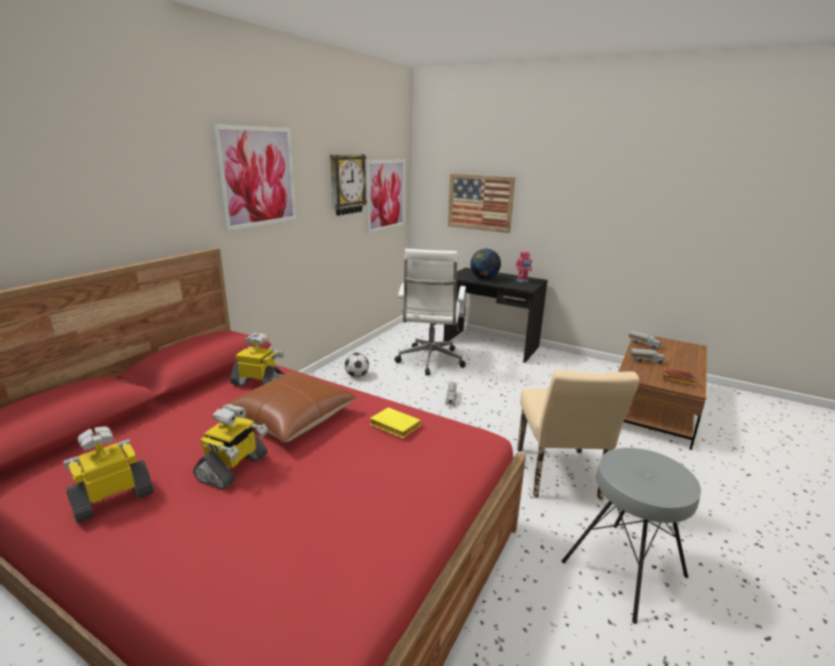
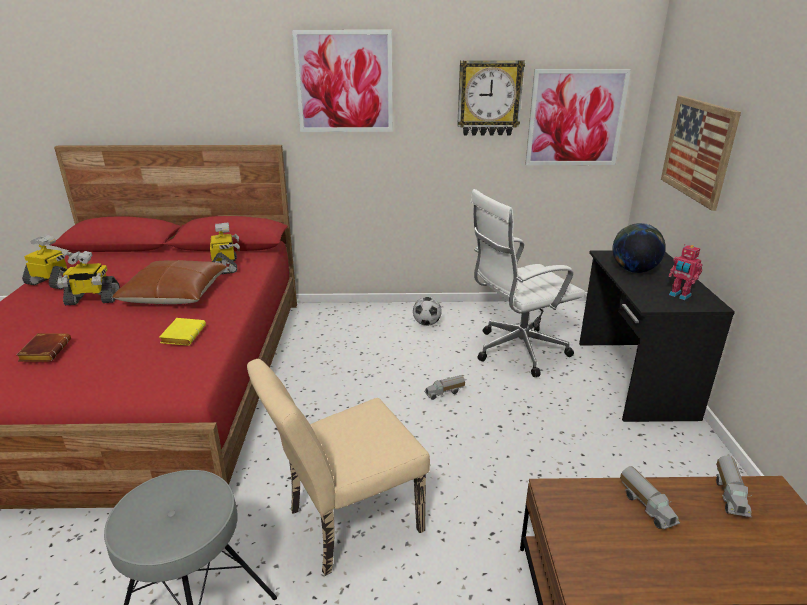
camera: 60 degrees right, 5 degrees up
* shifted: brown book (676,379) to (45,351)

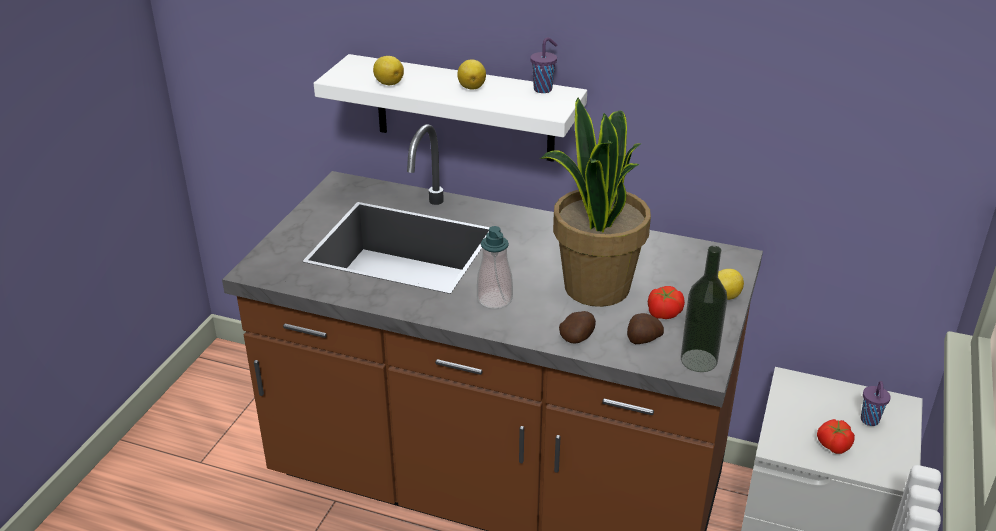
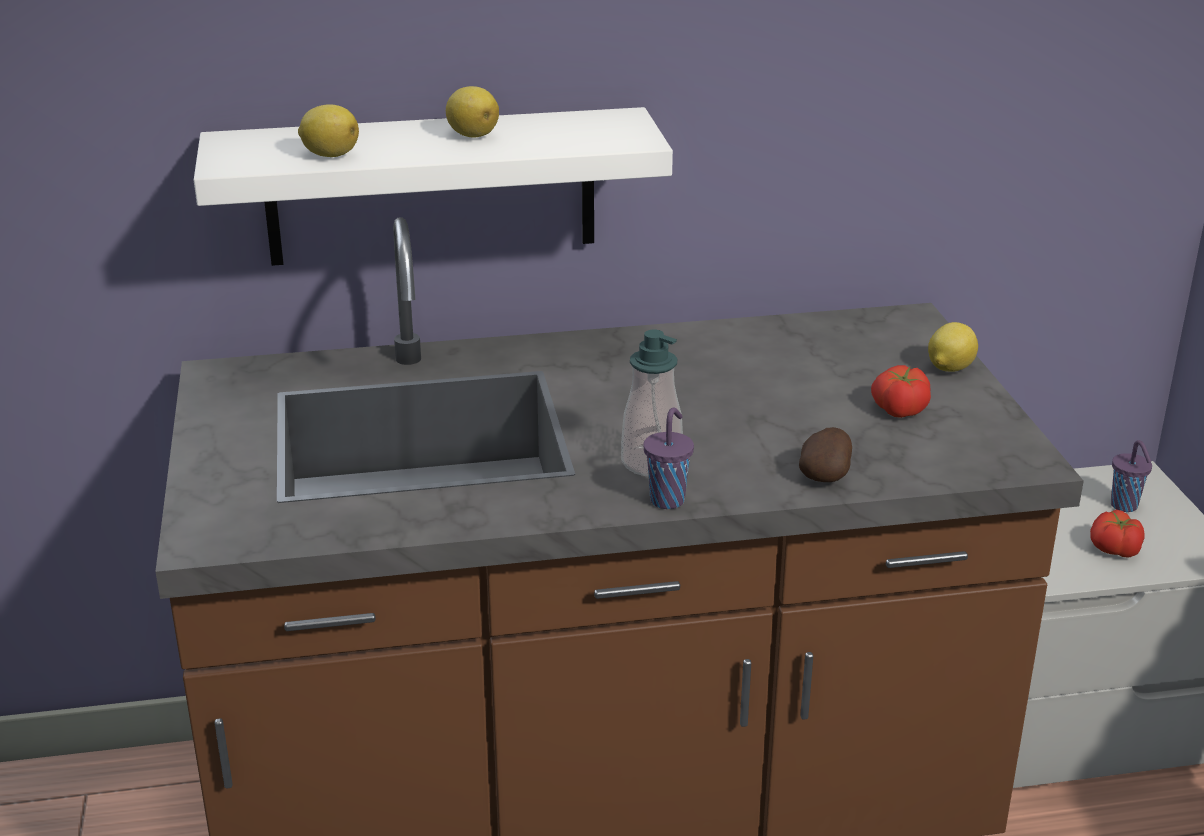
camera: 30 degrees left, 5 degrees down
* shifted: purple-coloured small cup (544,89) to (668,499)
* gone: plant in a pot (595,287)
* gone: whole potato (643,340)
* gone: drink bottle (698,360)

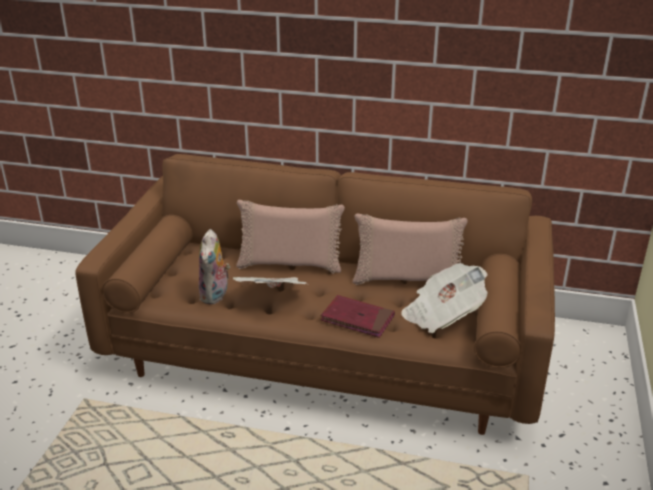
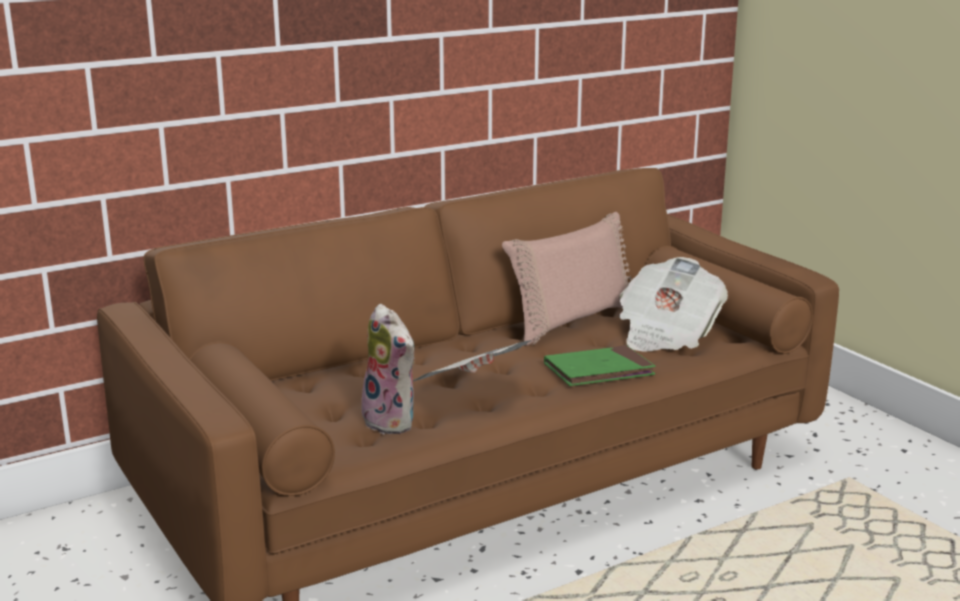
camera: 45 degrees left, 10 degrees down
* repainted: red book (357,319) to green book (598,371)
* gone: beige-coloured throw pillow (290,265)

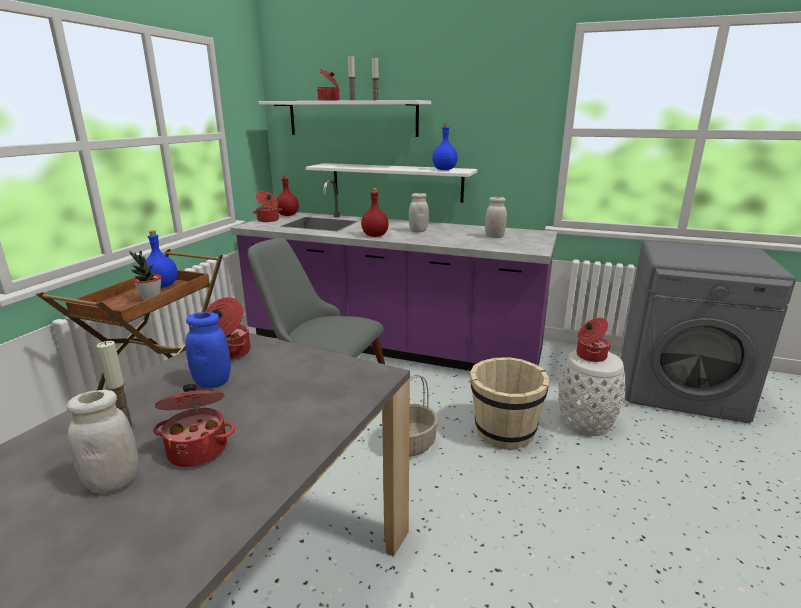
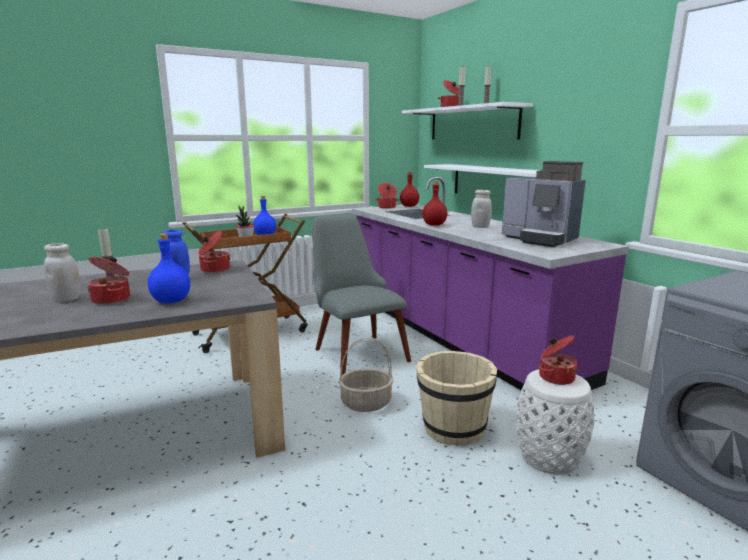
camera: 40 degrees right, 5 degrees down
* shifted: blue-coloured drink bottle (444,170) to (172,301)
* swapped: whitish preserve jar (494,237) to coffee machine (540,239)

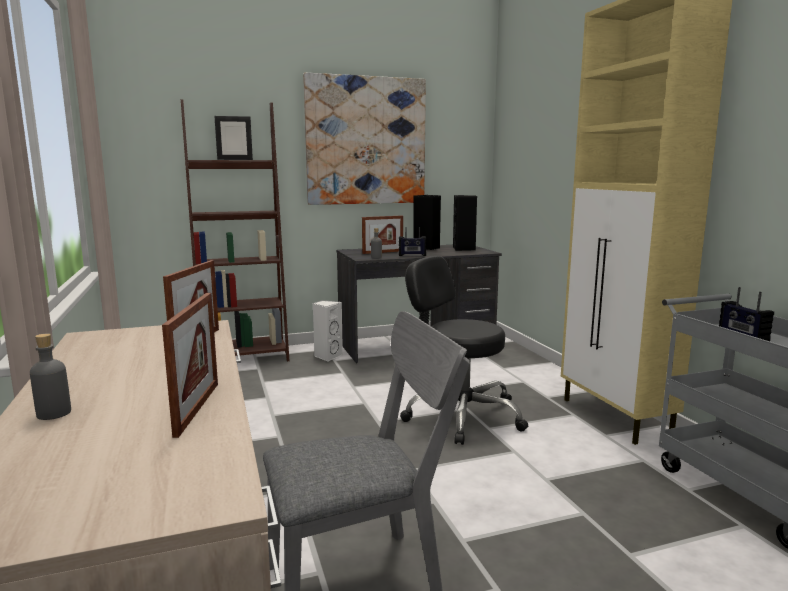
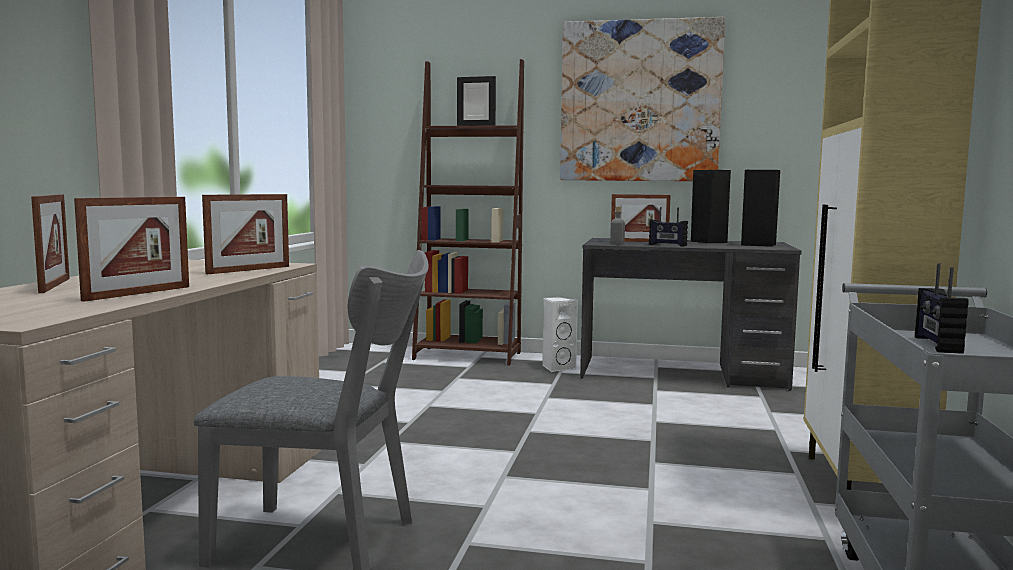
camera: 30 degrees right, 5 degrees down
* swapped: grey drink bottle (54,413) to standing frame (55,285)
* gone: blackish computer chair (458,414)

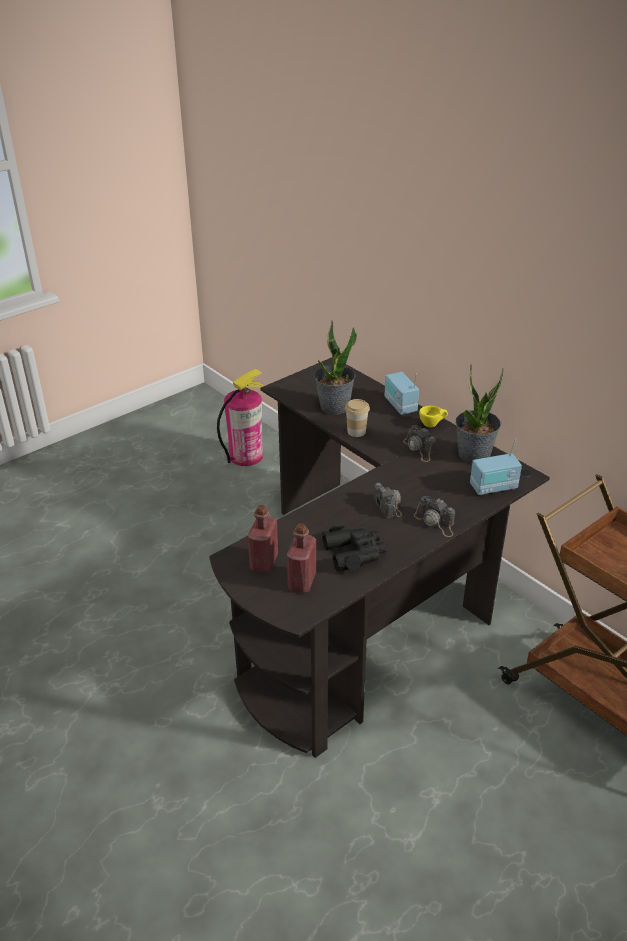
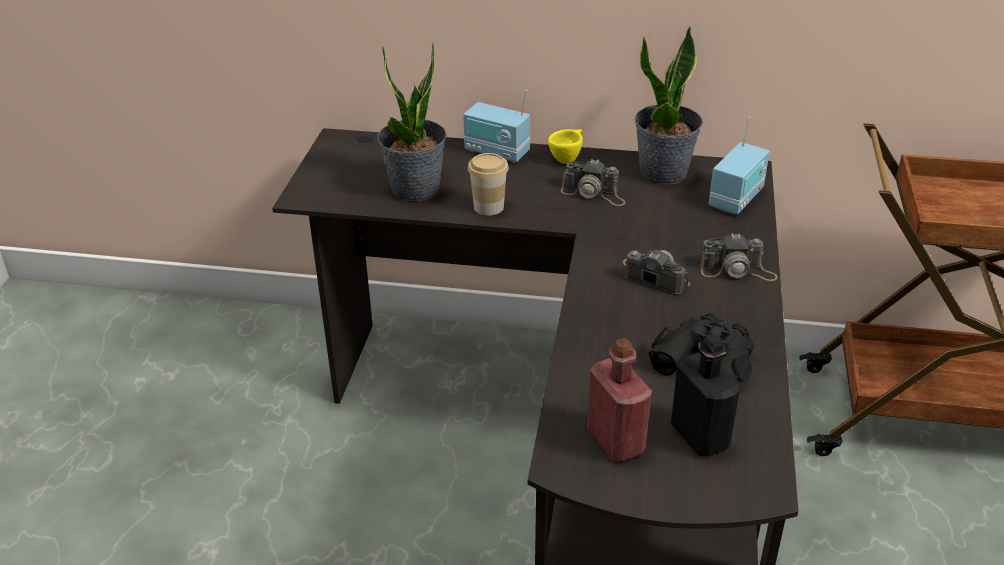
camera: 40 degrees left, 0 degrees up
* repainted: red drink bottle (302,581) to blackish drink bottle (699,436)
* gone: extinguisher (246,456)

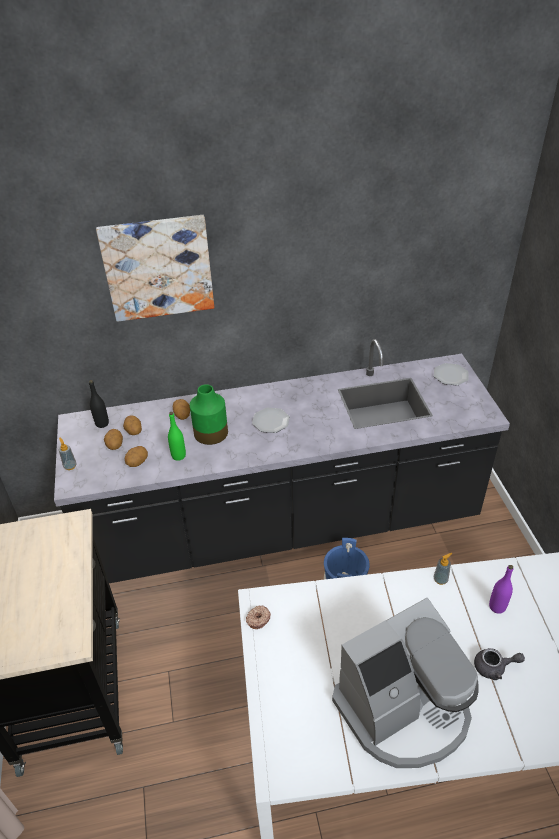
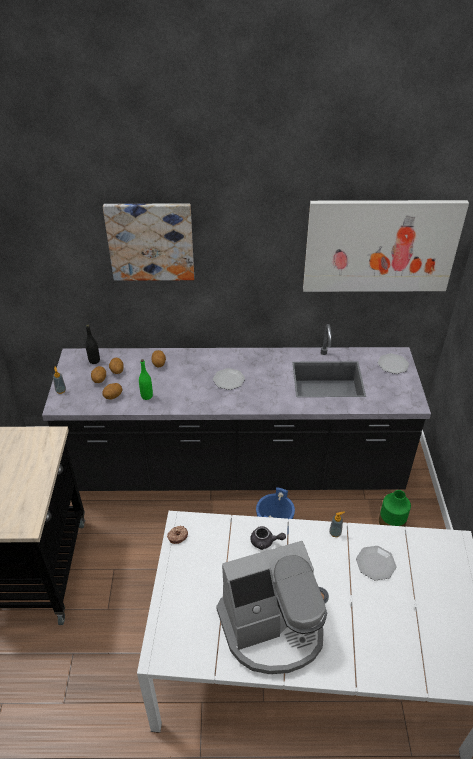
camera: 10 degrees right, 0 degrees up
* shifted: grey pot for tea (494,667) to (265,542)
* new: wall art (380,246)
* swapped: purple-coloured drink bottle (497,606) to flat dish (375,563)
* shifted: green flower vase (211,432) to (392,521)

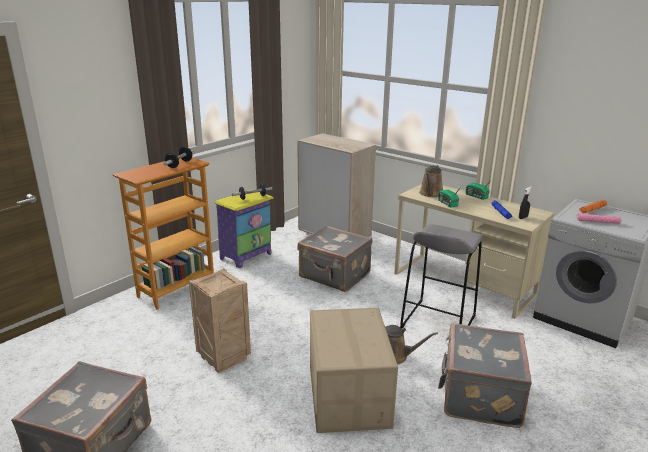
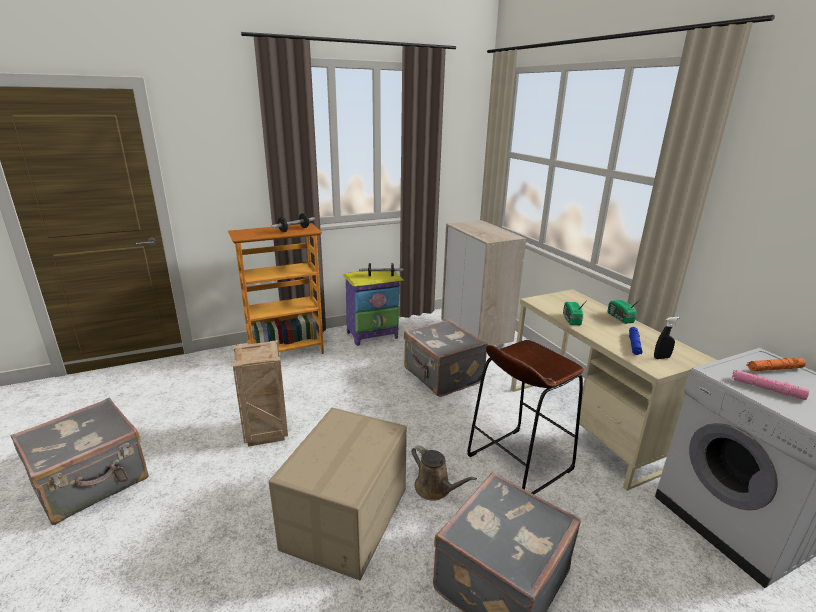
camera: 25 degrees right, 0 degrees up
* repainted: grey sitting stool (437,321) to brown sitting stool (519,462)
* gone: brown watering can (430,194)

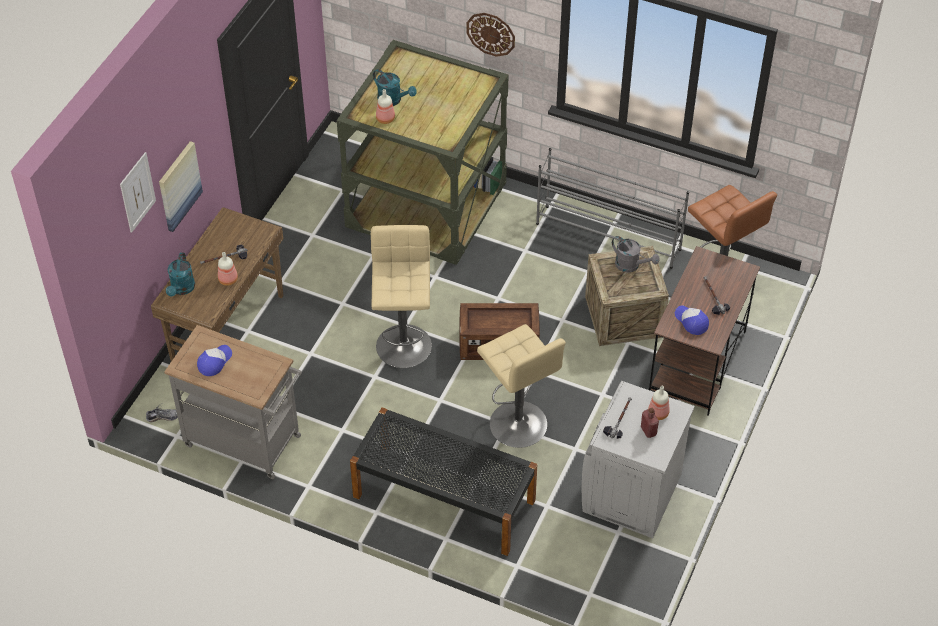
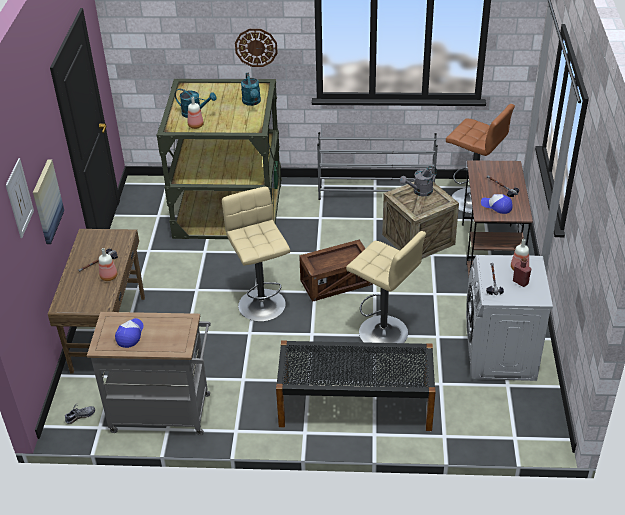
camera: 20 degrees left, 10 degrees down
* shifted: blue-green watering can (182,289) to (252,102)
* rotated: grey watering can (631,265) = (419,192) 135 degrees clockwise

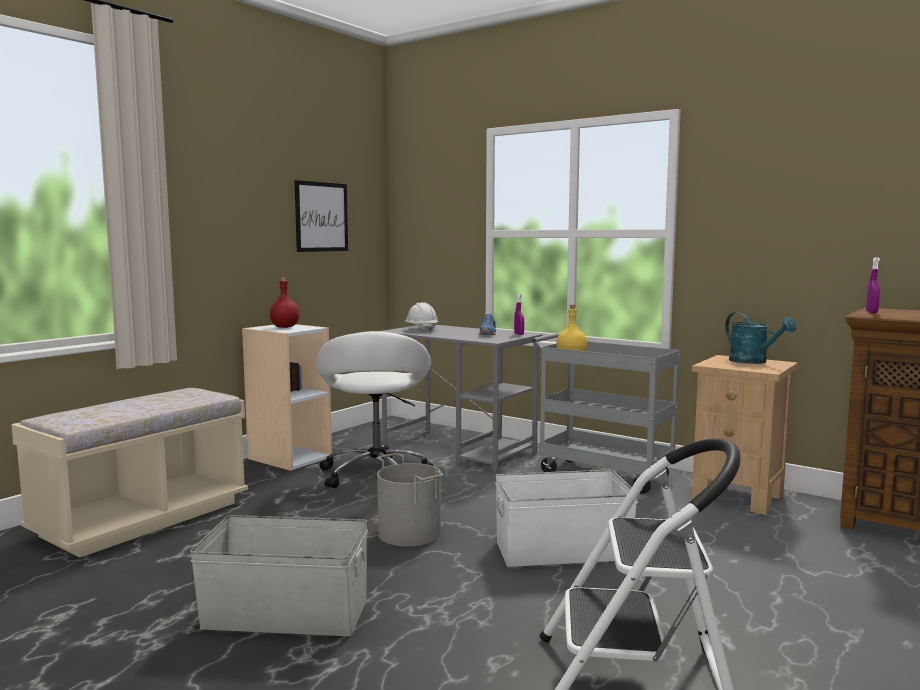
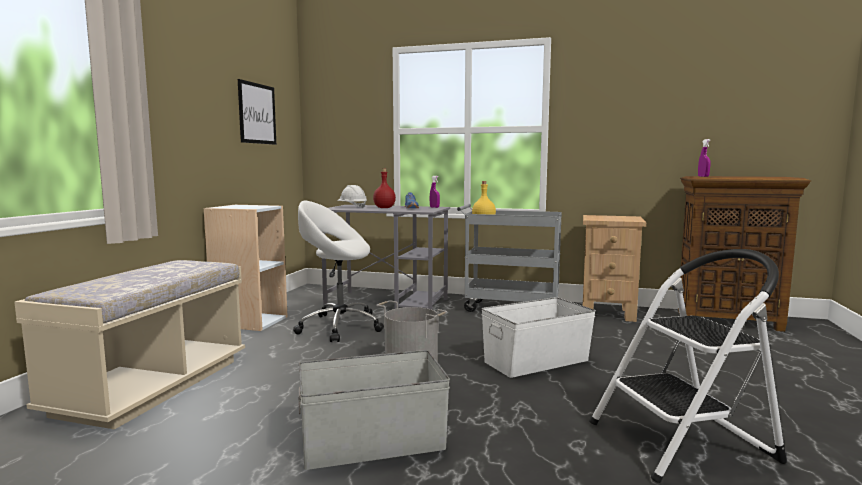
camera: 20 degrees left, 0 degrees up
* rotated: whitish computer chair (375,475) = (338,326) 120 degrees clockwise
* shifted: red drink bottle (285,327) to (385,208)
* gone: blue-green watering can (754,362)

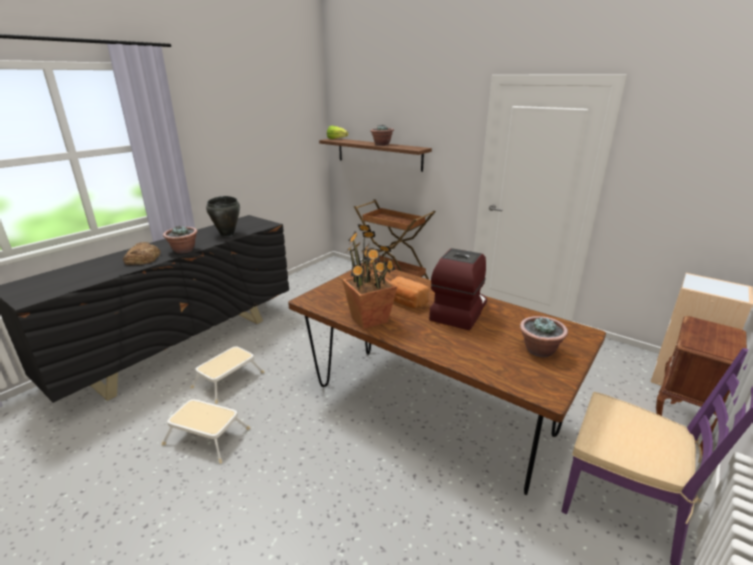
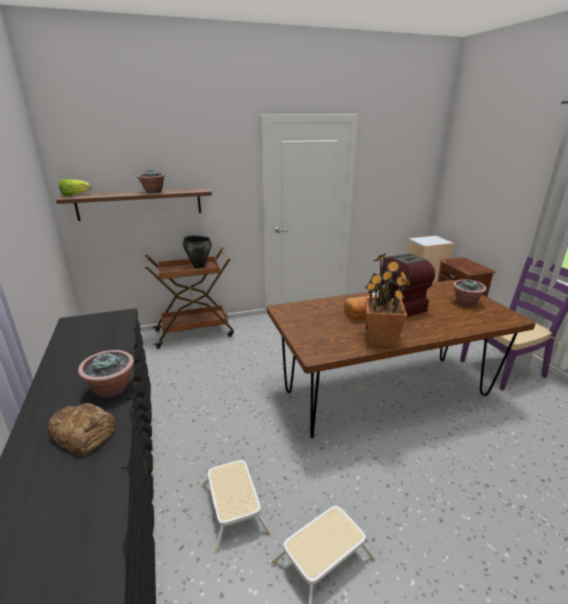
camera: 55 degrees left, 0 degrees up
* shifted: blackish cooking pot (227,234) to (199,266)

